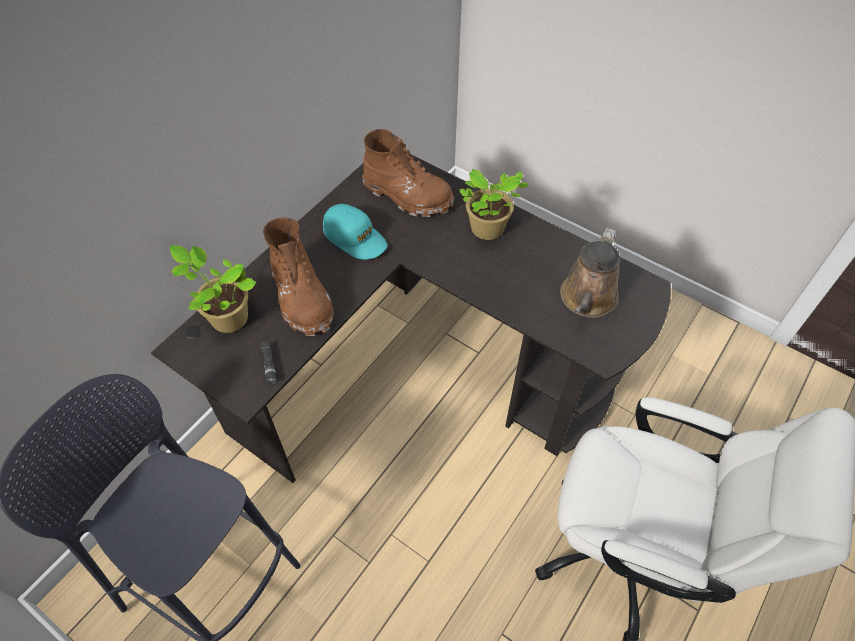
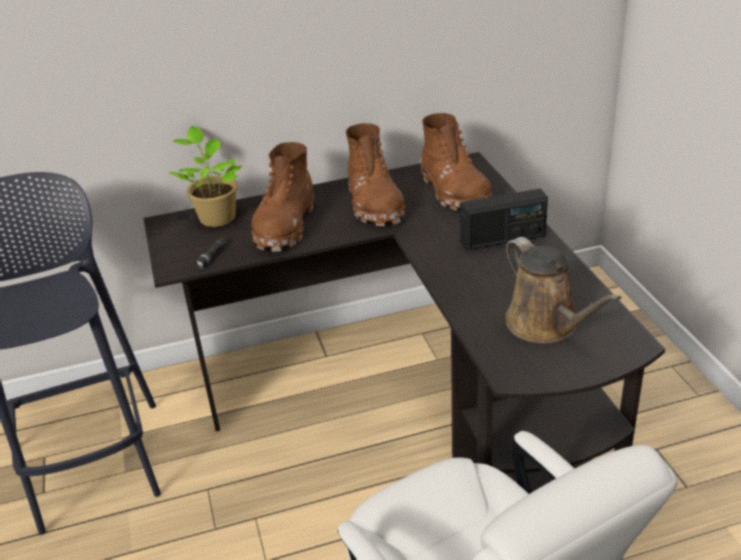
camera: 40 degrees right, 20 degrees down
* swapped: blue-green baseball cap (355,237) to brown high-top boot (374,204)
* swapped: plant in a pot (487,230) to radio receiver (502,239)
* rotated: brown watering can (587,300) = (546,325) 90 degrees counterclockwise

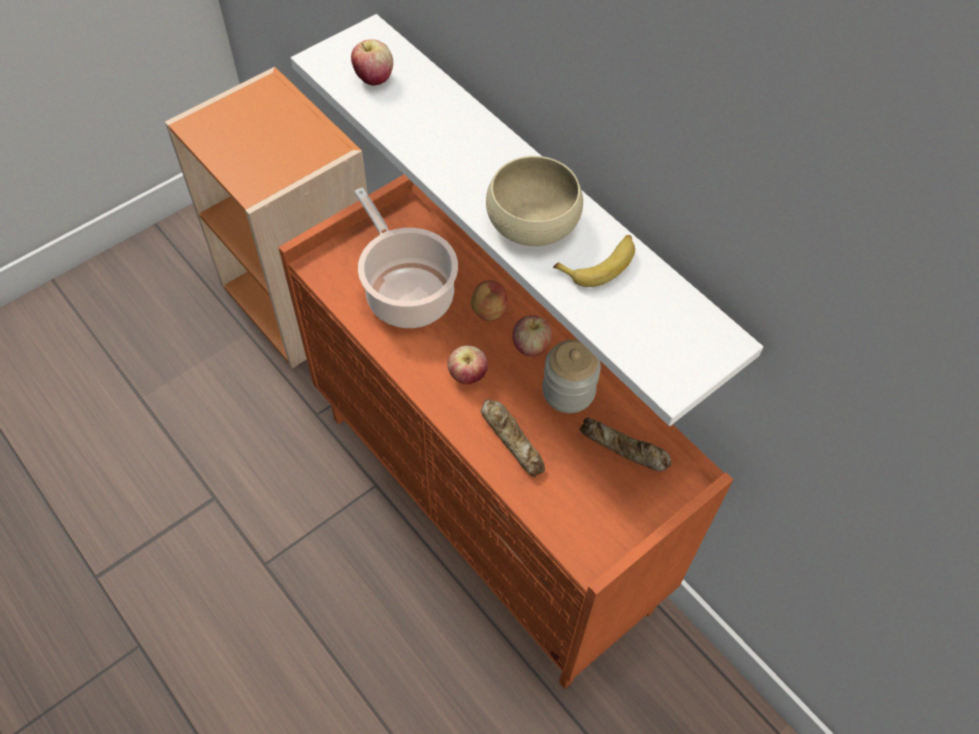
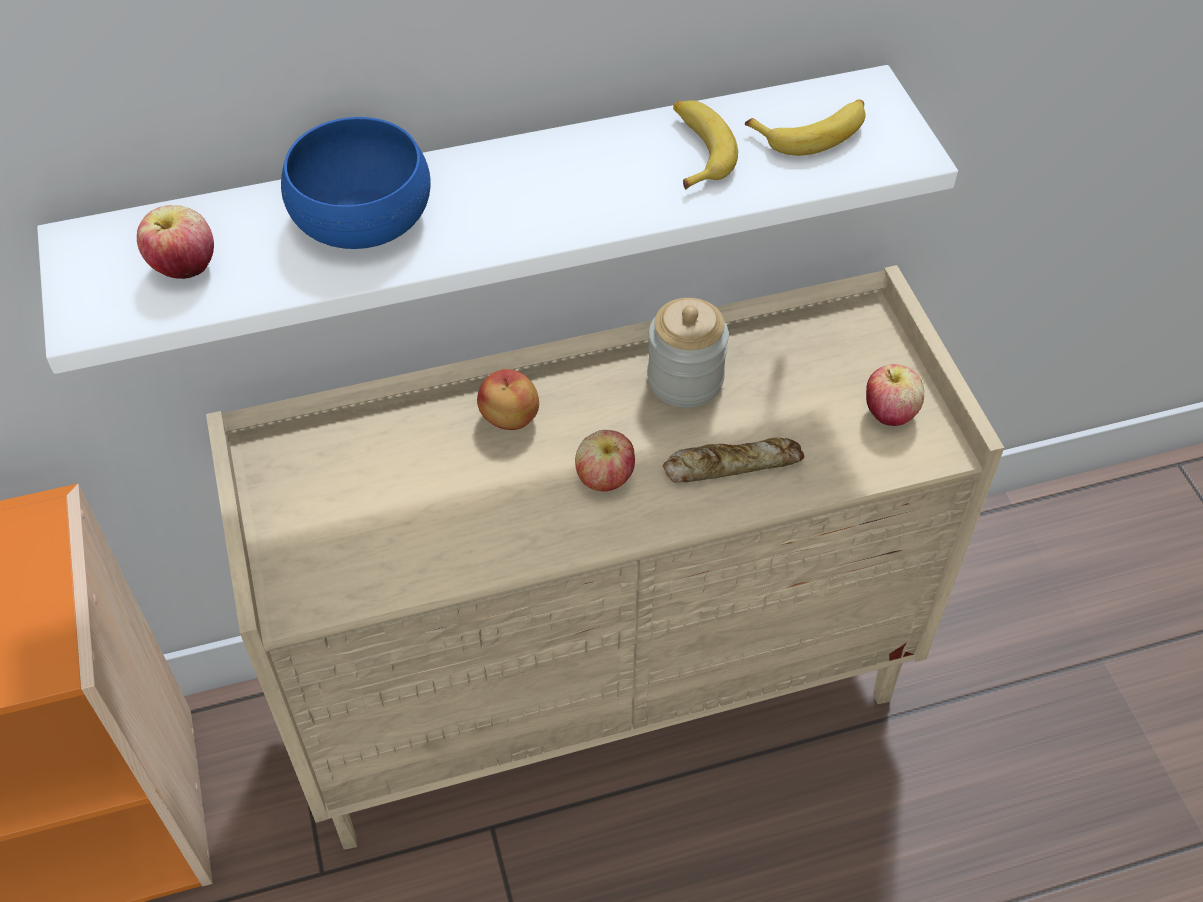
camera: 65 degrees left, 5 degrees down
* repainted: orange cabinet (486,512) to beige-coloured cabinet (605,695)
* new: blue-coloured deep dish (362,216)
* new: whole banana (812,133)
* shifted: apple (530,347) to (889,413)
* gone: cooking pot (407,292)
* gone: beige-coloured deep dish (532,221)
* gone: bread (624,449)

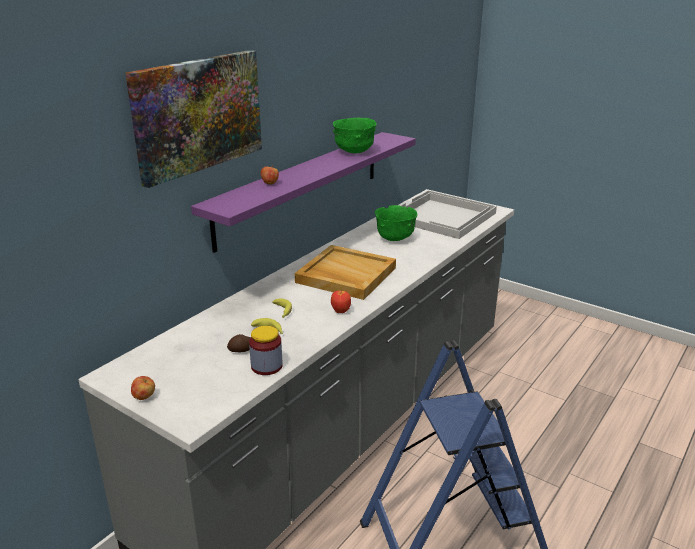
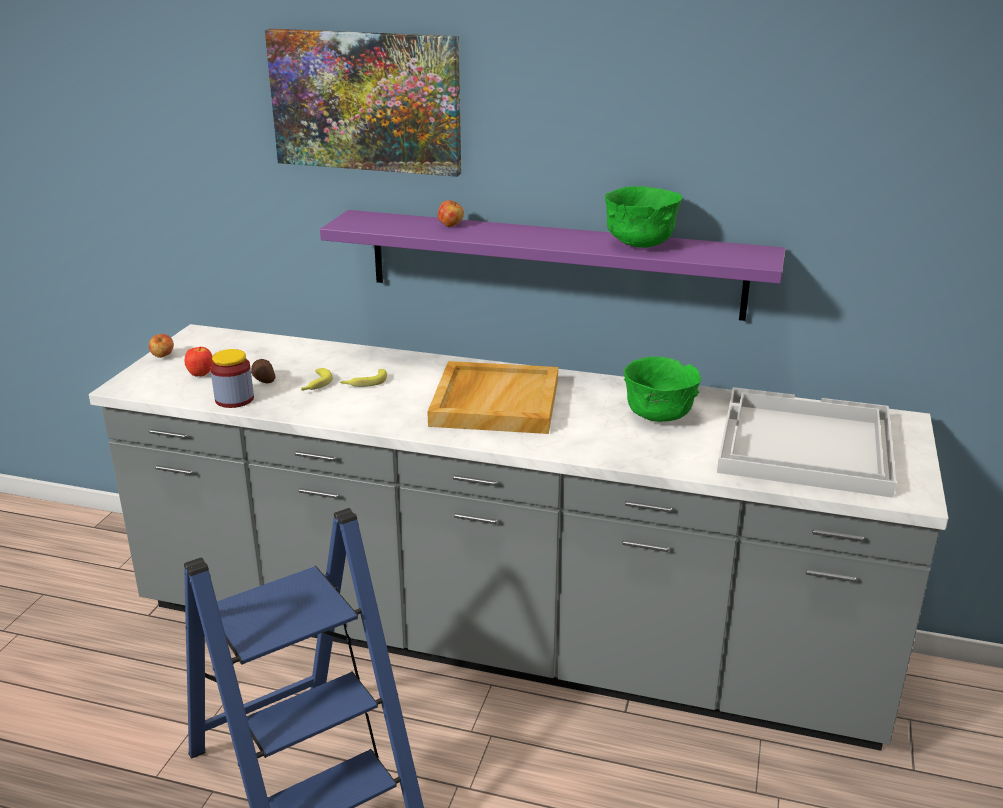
camera: 70 degrees right, 0 degrees up
* shifted: apple (340,311) to (201,375)

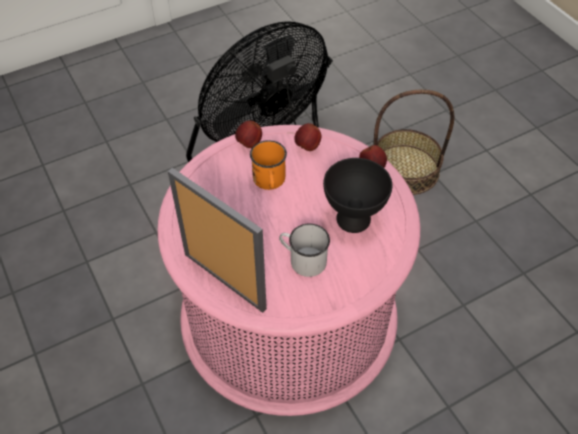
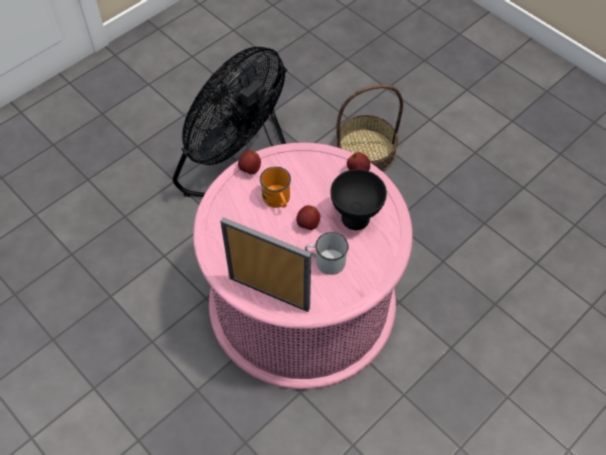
camera: 15 degrees left, 5 degrees up
* shifted: apple (307,147) to (308,224)

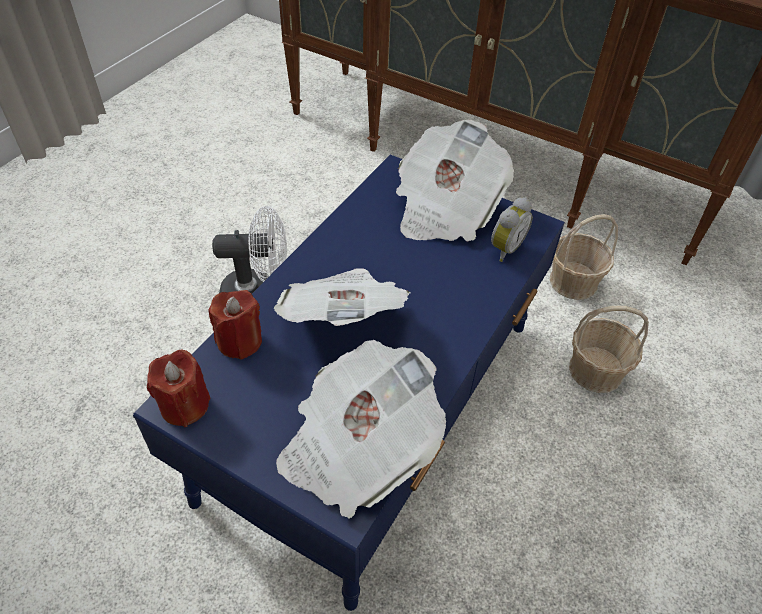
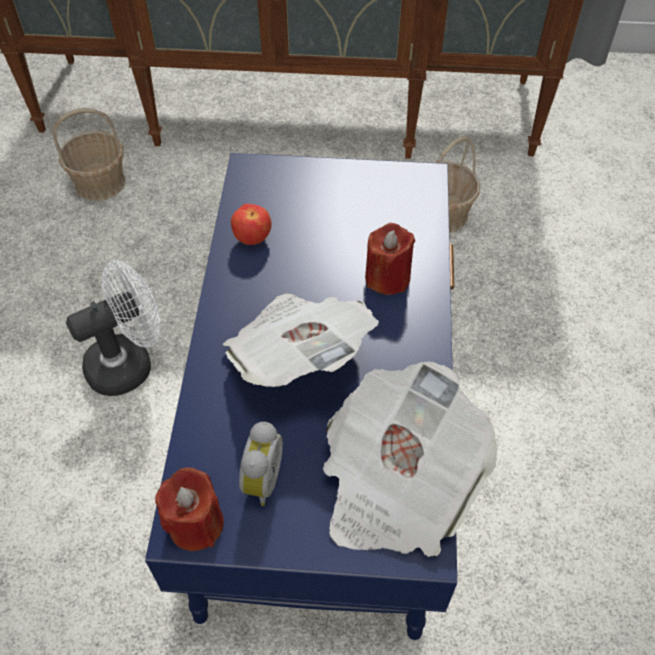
camera: 25 degrees left, 5 degrees up
* shifted: basket (596,370) to (100,183)
* new: apple (253,239)
* shifted: table clock (504,248) to (260,480)
* shifted: red wax candle (240,341) to (387,278)
* gone: newspaper (445,208)

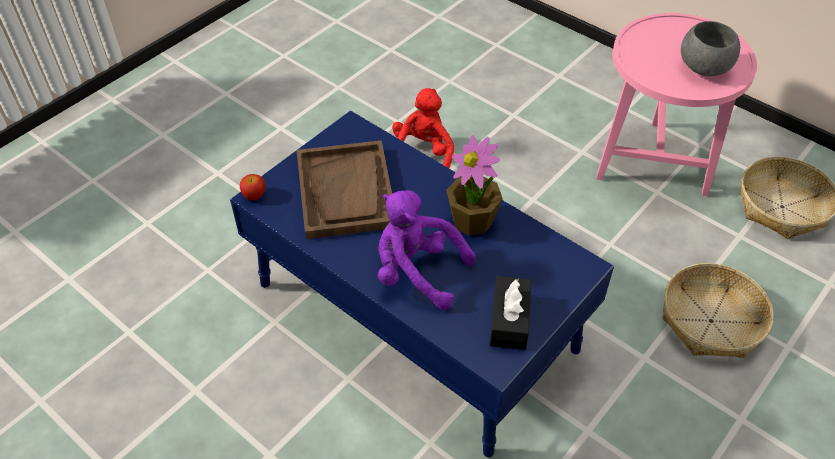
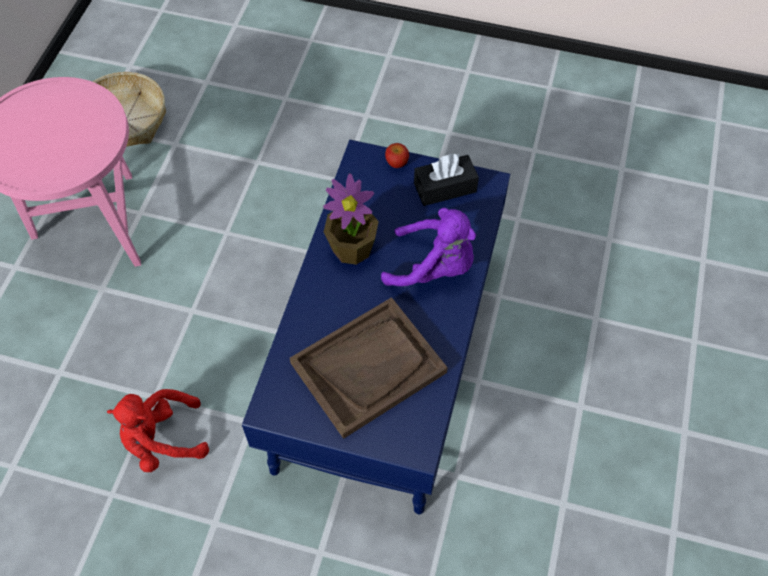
camera: 115 degrees left, 10 degrees up
* rotated: purple-coloured plush toy (417,272) = (434,267) 75 degrees counterclockwise
* shifted: apple (254,195) to (396,163)
* gone: basket (711,321)
* gone: grey deep dish (703,69)

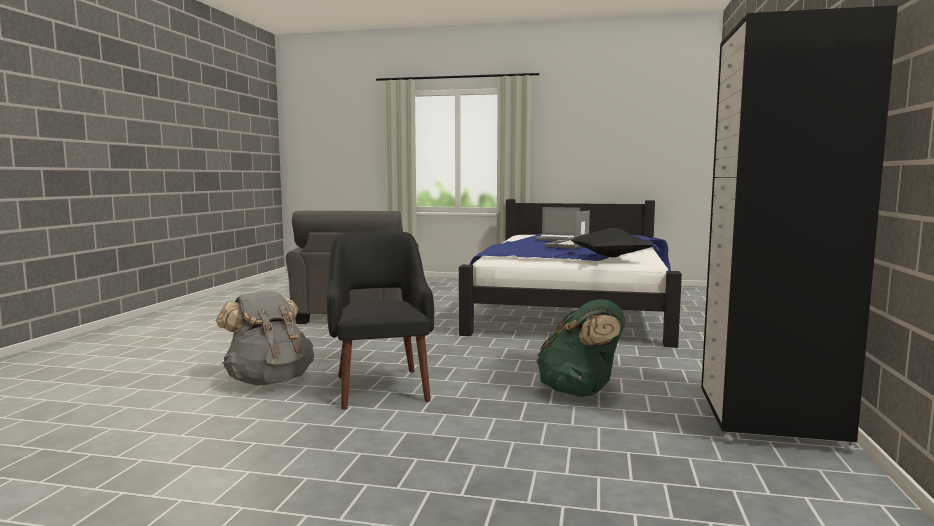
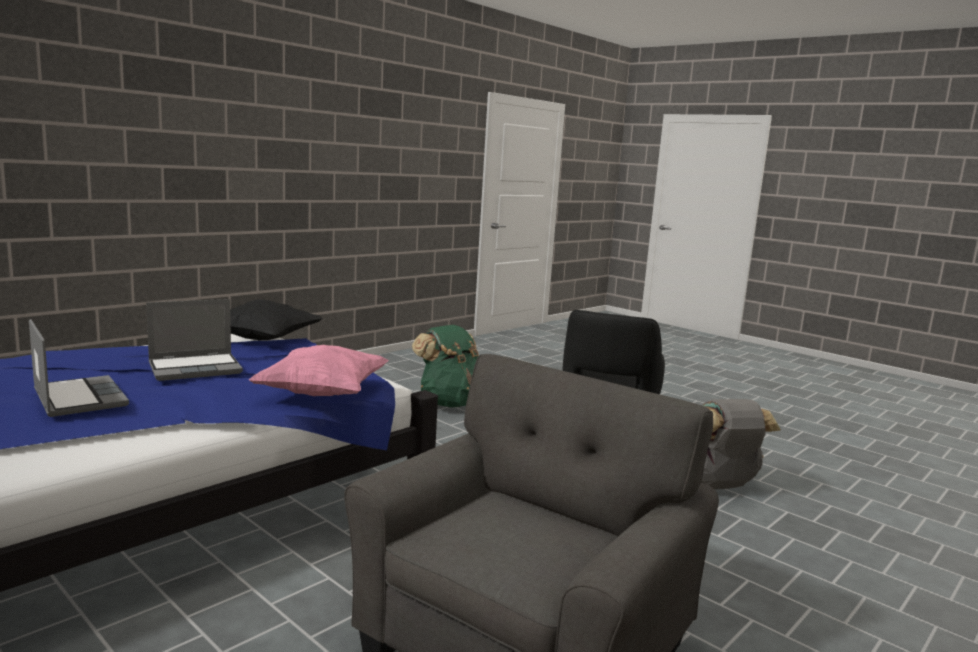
camera: 150 degrees left, 5 degrees up
* new: pink throw pillow (322,394)
* gone: armoire (770,423)

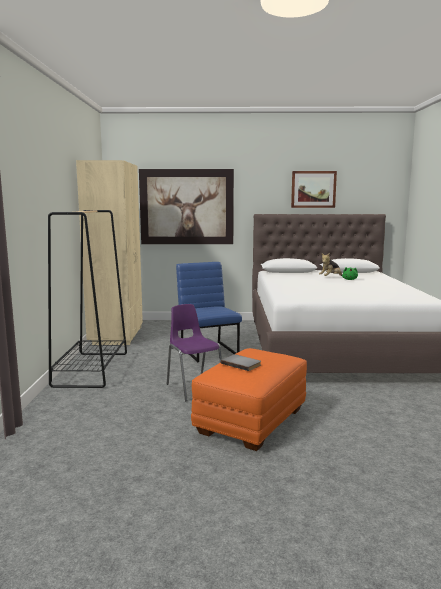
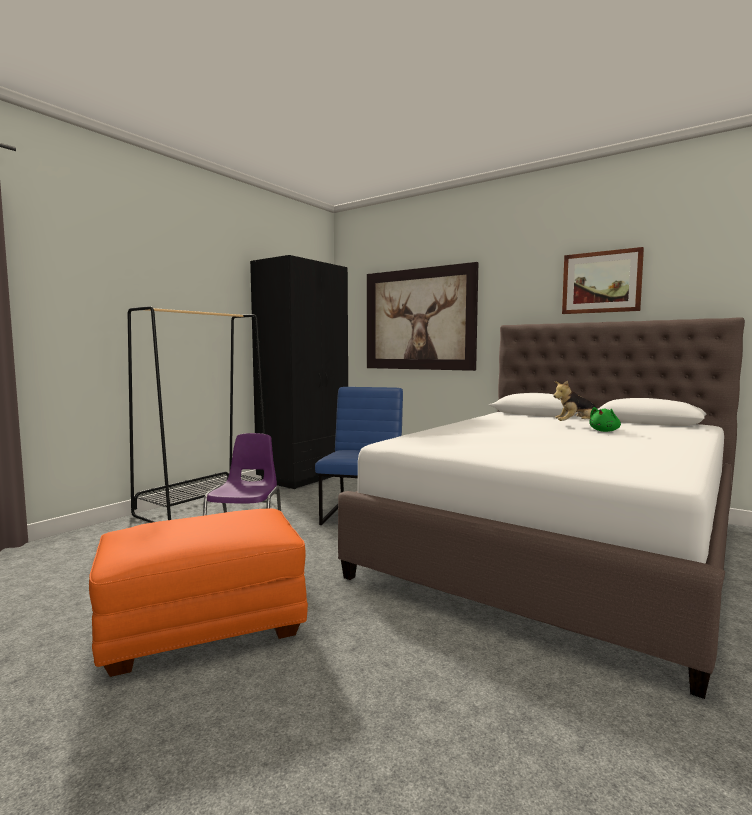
camera: 35 degrees right, 5 degrees down
* repainted: beige-coloured armoire (117,336) to blackish armoire (305,477)
* gone: grey book (242,364)

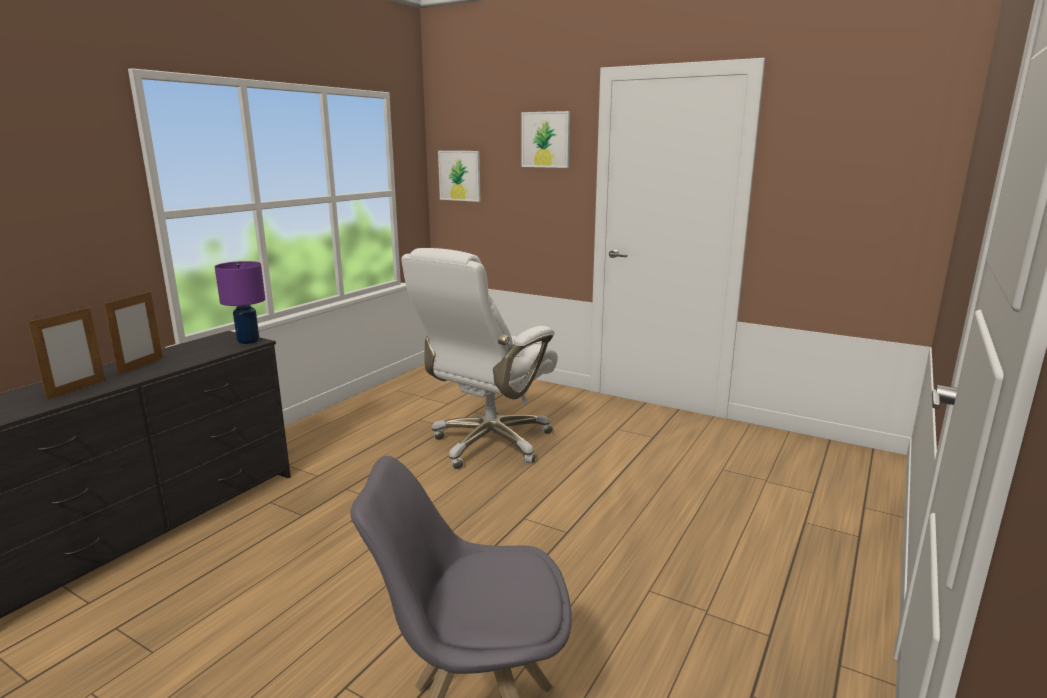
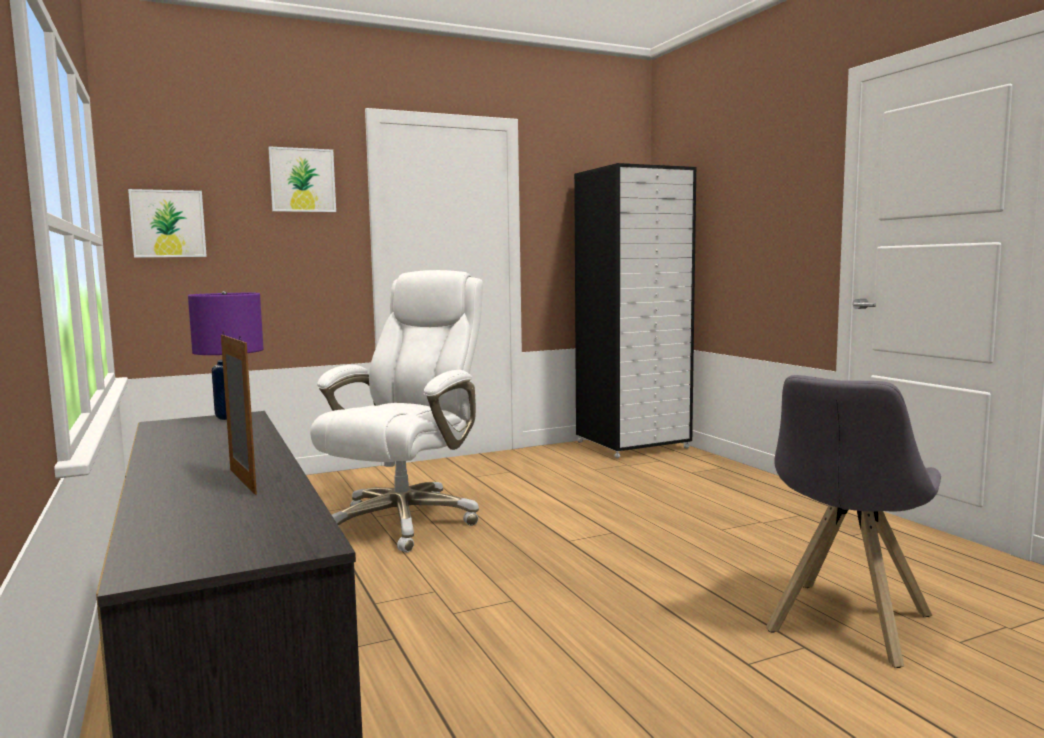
camera: 55 degrees left, 10 degrees down
* rotated: whitish computer chair (487,445) = (407,523) 135 degrees counterclockwise
* new: armoire (632,445)
* gone: standing frame (141,366)

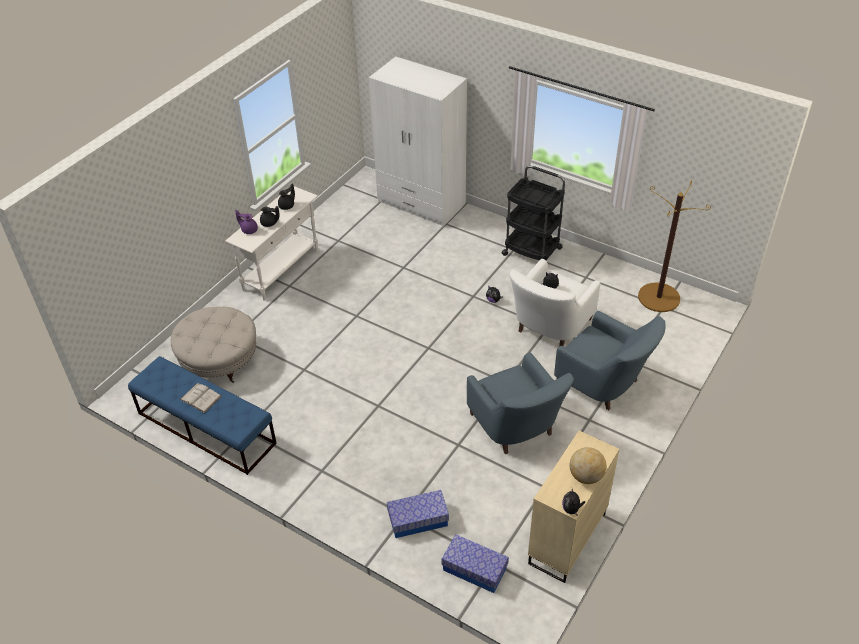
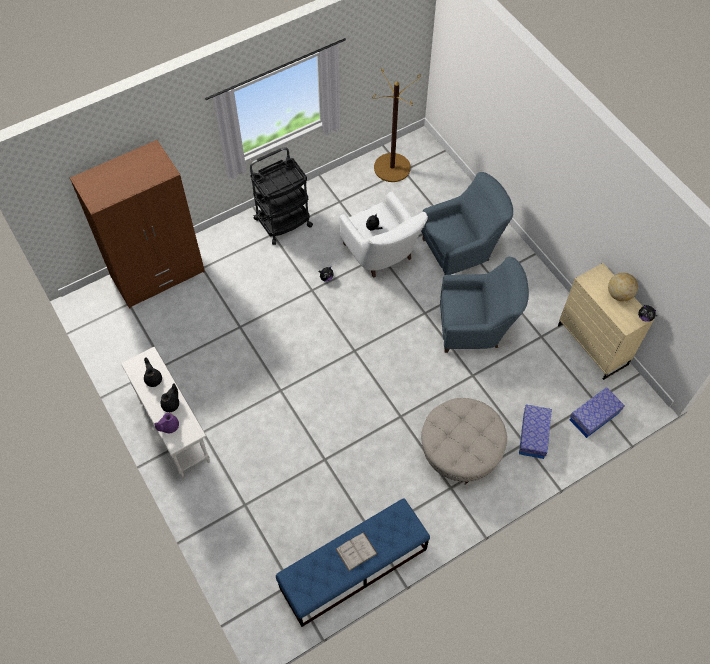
camera: 65 degrees left, 15 degrees up
* repainted: whitish armoire (421,203) to brown armoire (158,274)
* shifted: beige-coloured footrest (219,359) to (460,450)

